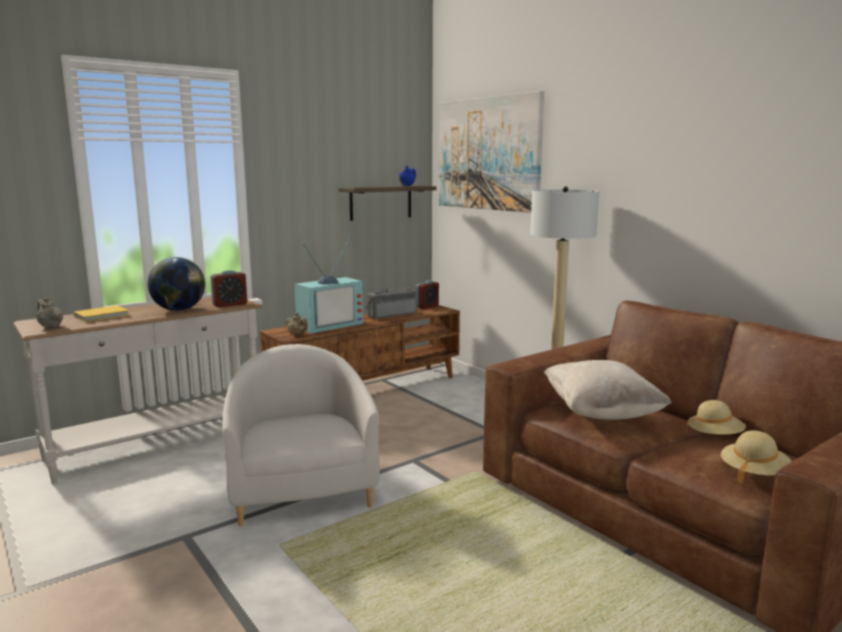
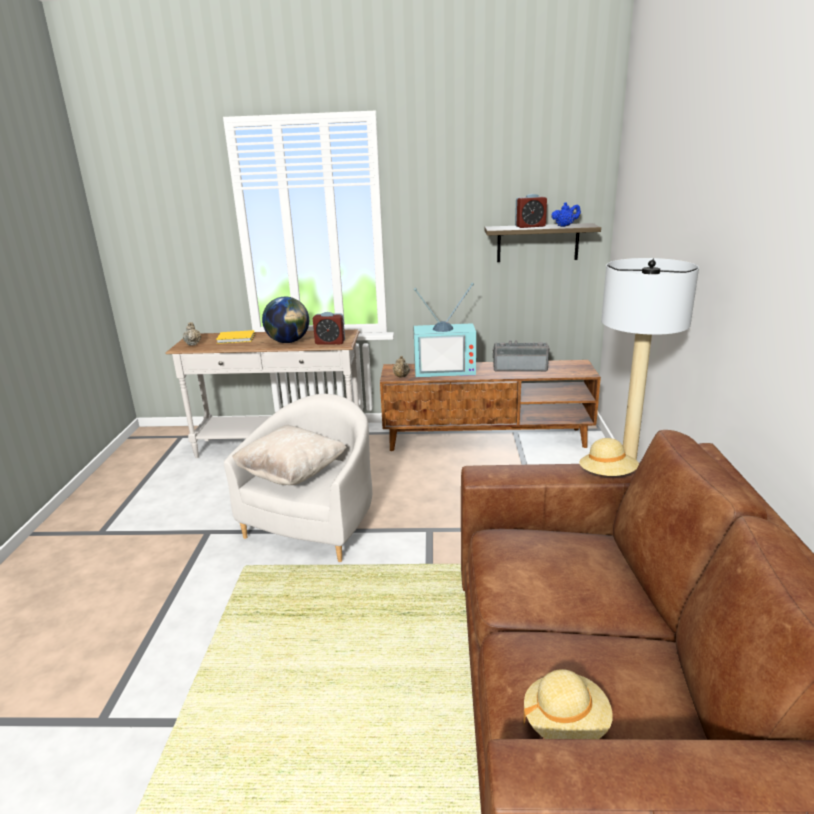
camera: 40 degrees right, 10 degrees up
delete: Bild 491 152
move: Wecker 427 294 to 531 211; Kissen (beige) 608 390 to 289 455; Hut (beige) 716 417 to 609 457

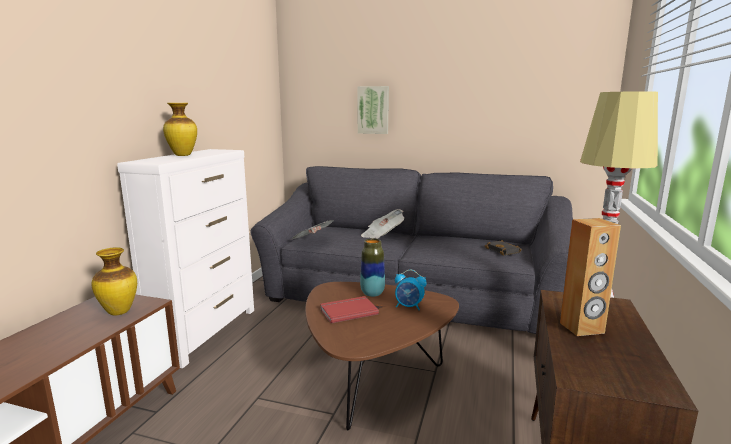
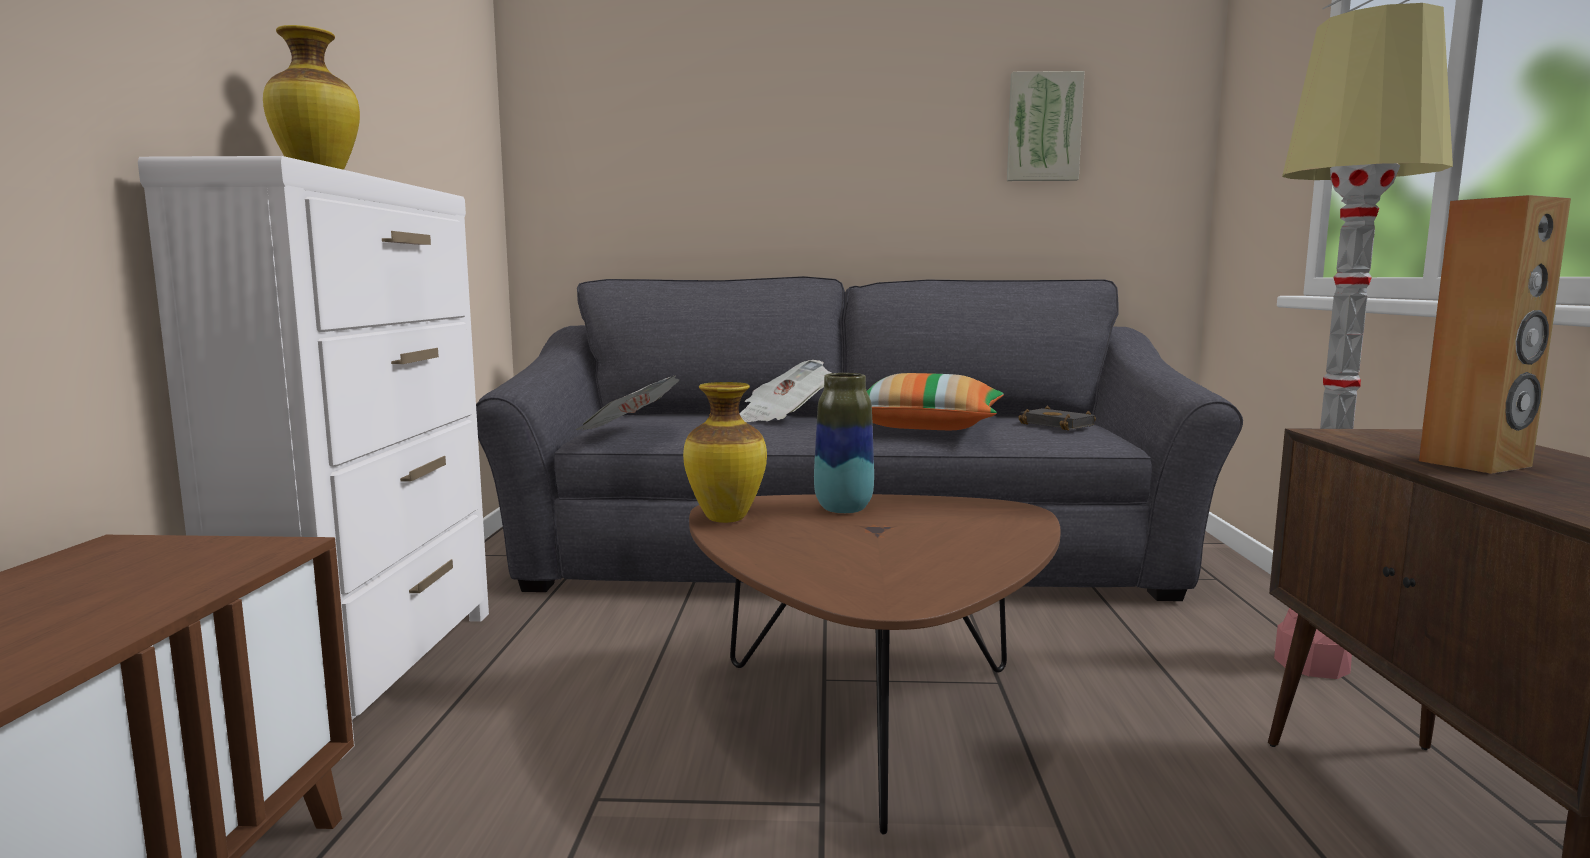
camera: 15 degrees left, 5 degrees down
delete: Wecker 411 290; Buch (rot) 349 309
insert: Kissen 935 401
move: Bild 373 110 to 1046 126; Vase 114 281 to 725 452

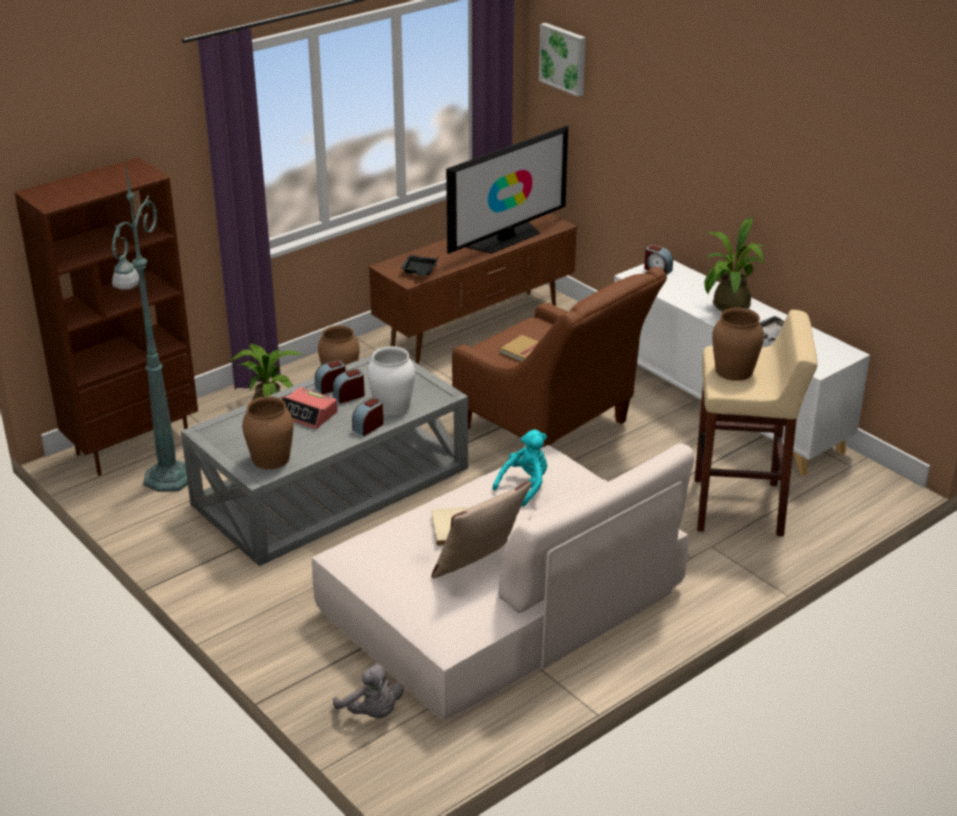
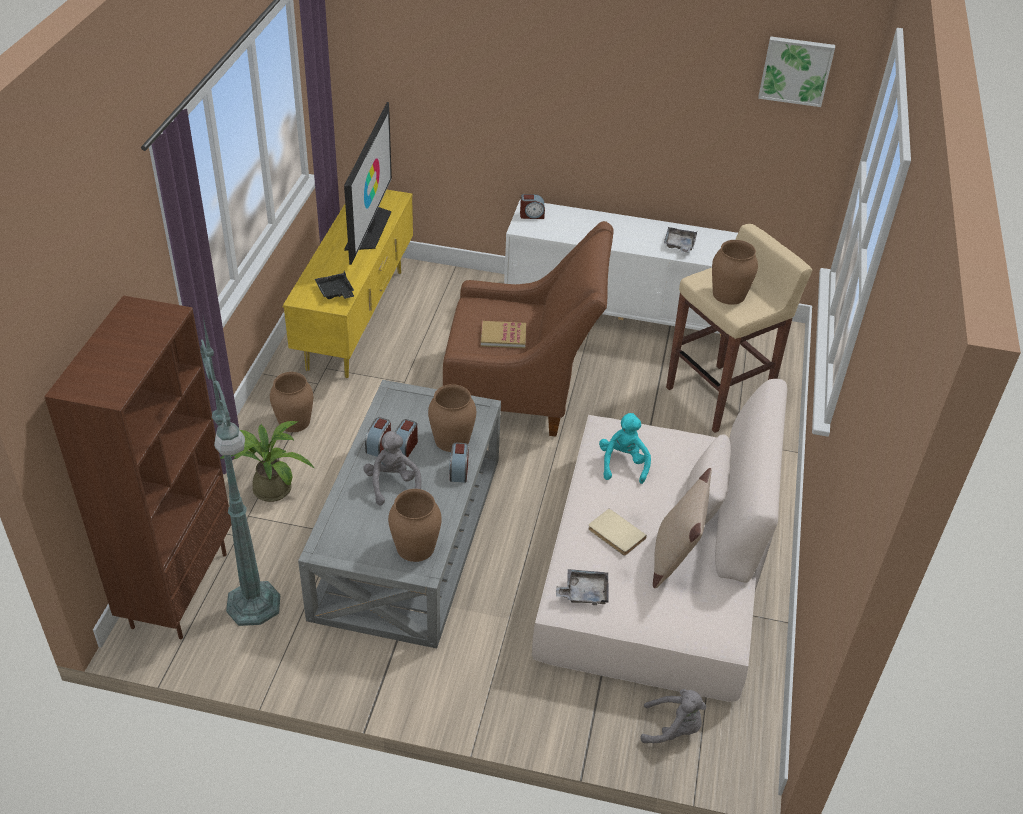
camera: 40 degrees left, 10 degrees up
delete: Topfpflanze 735 264
insert: Tablett (grau) 582 587
move: Bild 562 60 to 796 71
replace: Wecker 310 408 to Plüschtier (grau) 392 468
recolor: Fernsehschrank (braun) 472 288 to Fernsehschrank (gelb) 347 284; Vase (weiß) 391 380 to Vase (braun) 452 418

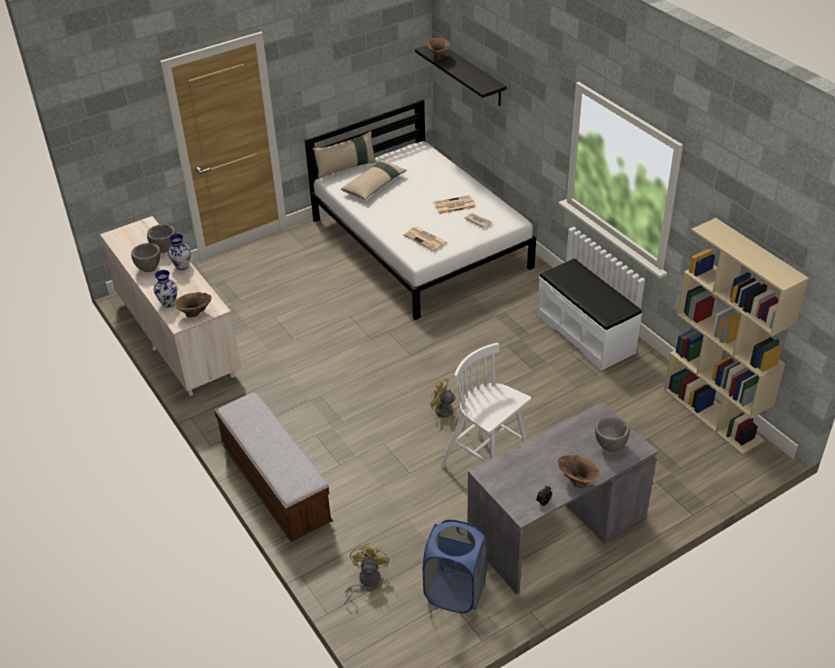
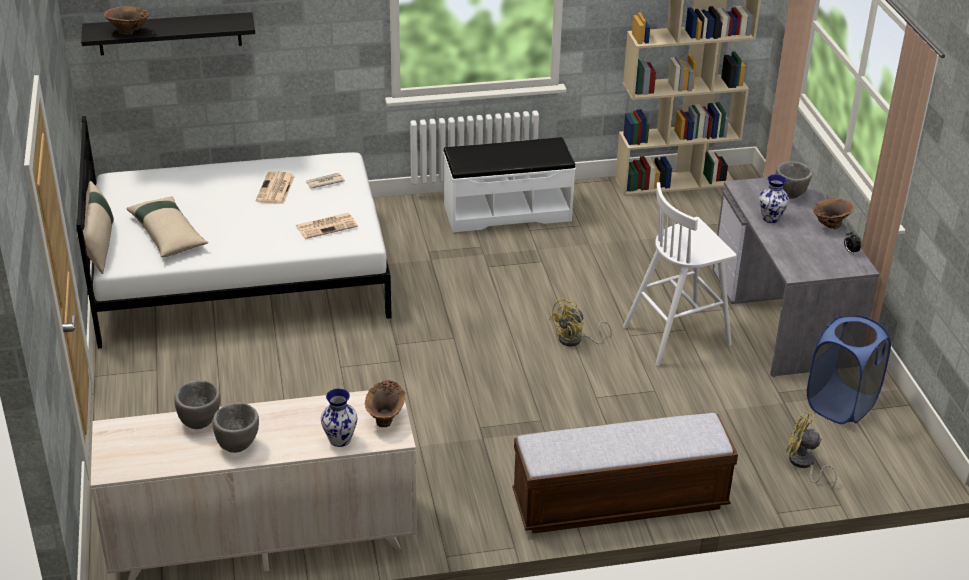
camera: 70 degrees left, 5 degrees down
move: Vase 179 252 to 774 198

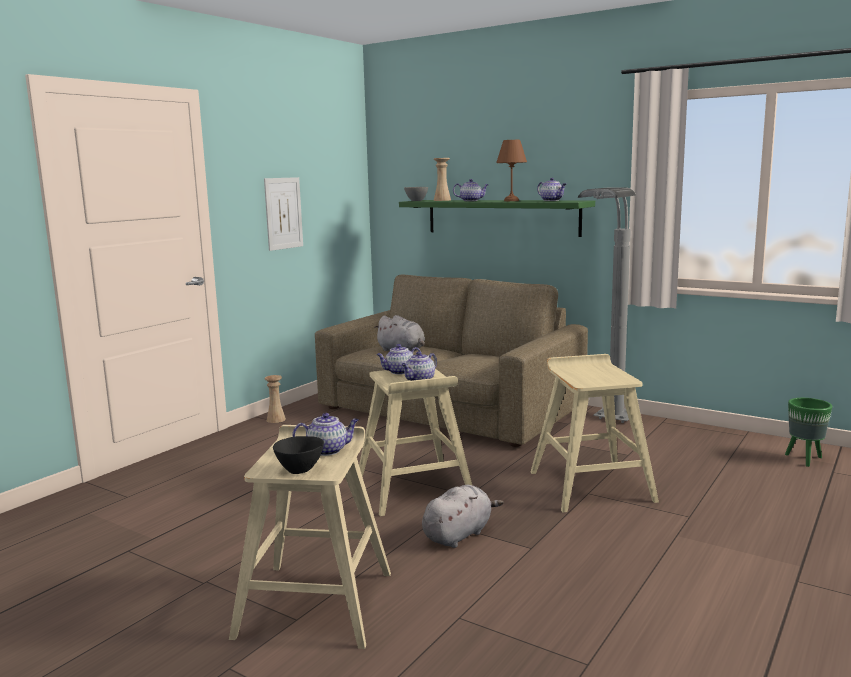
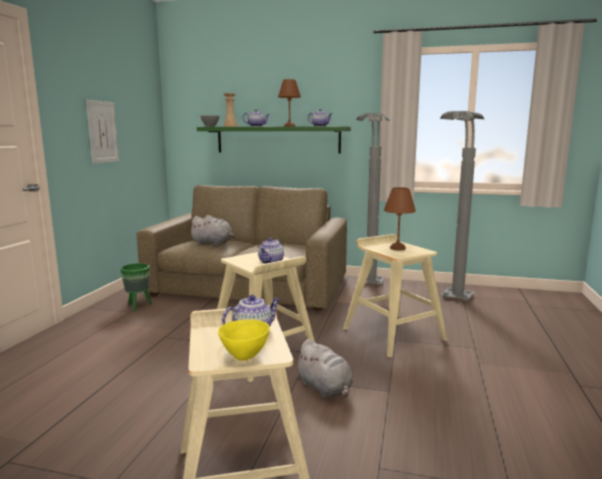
camera: 20 degrees left, 0 degrees up
delete: Teekanne 399 359; Vase (beige) 275 399
insert: Stehlampe (grau) 462 206; Tischlampe (braun) 400 218
move: Pflanzkübel (grün) 808 432 to 136 287
recolor: Schüssel (schwarz) 298 455 to Schüssel (gelb) 244 340
rotate: Plüschtier (grau) 463 516 = 324 368 120 degrees clockwise

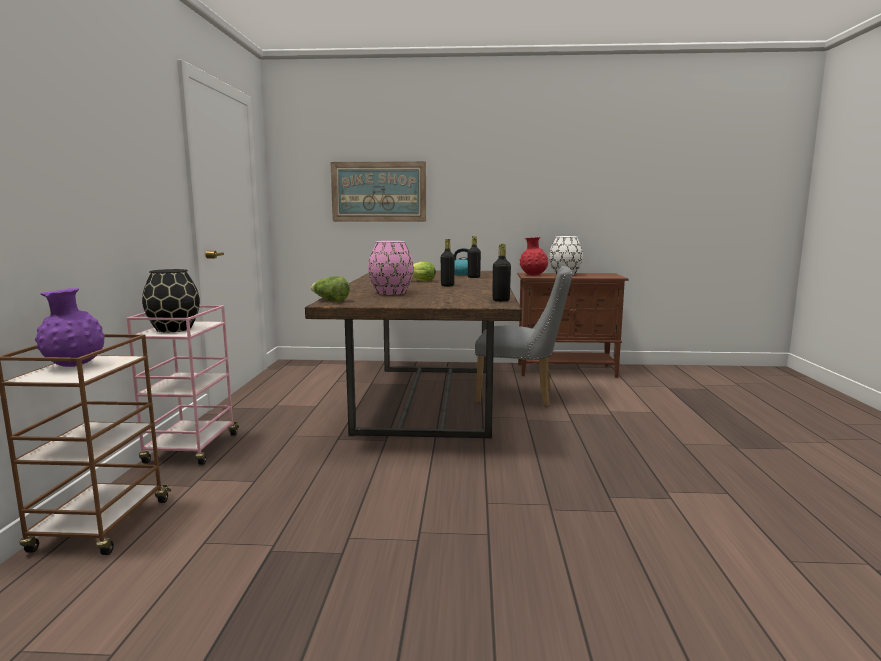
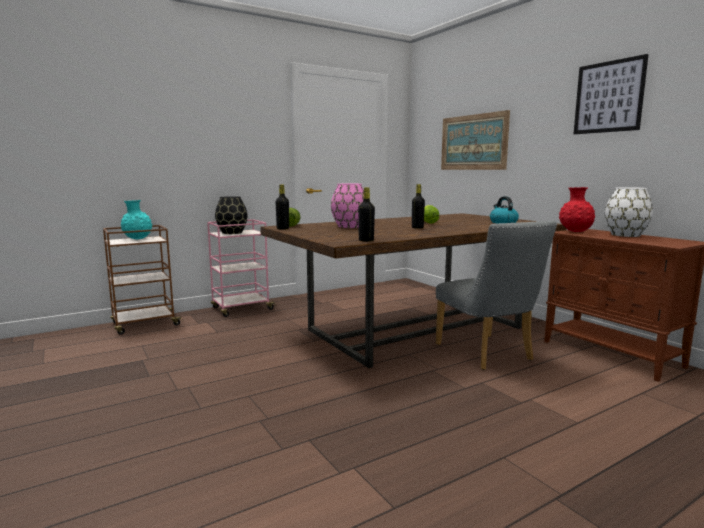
camera: 55 degrees right, 0 degrees up
insert: Bild 611 94
move: Flasche (schwarz) 474 257 to 282 207
recolor: Vase (lila) 70 327 to Vase (türkis) 136 219

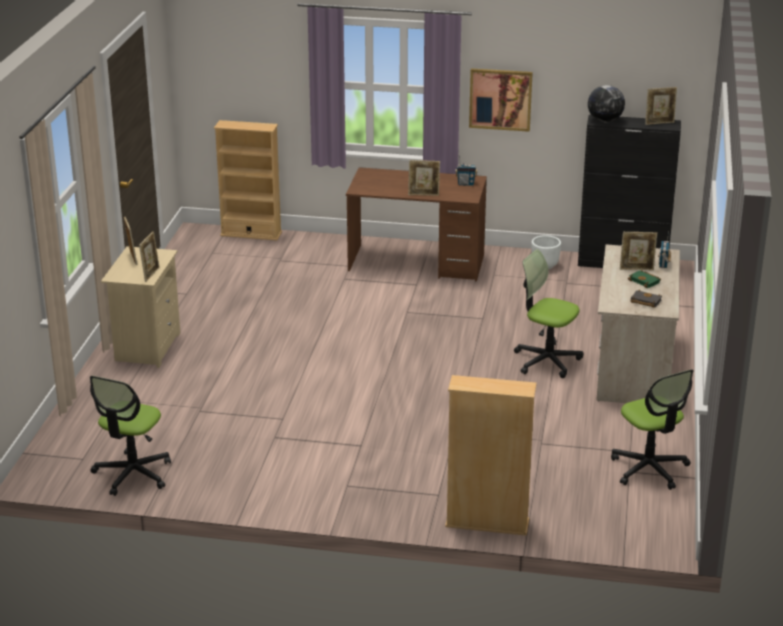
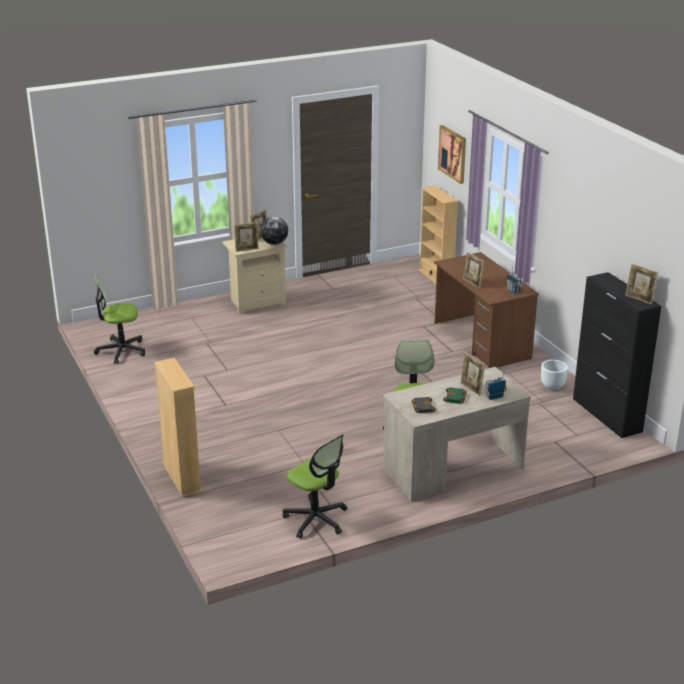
camera: 55 degrees right, 0 degrees up
move: Bild 501 100 to 452 154; Globus 606 103 to 274 231
rotate: Bürostuhl 652 429 = 315 486 75 degrees counterclockwise

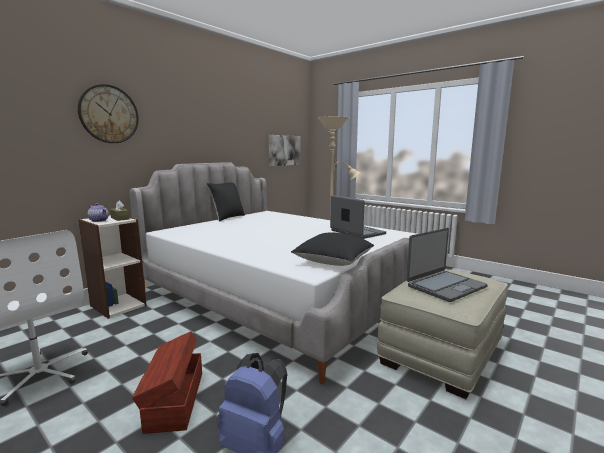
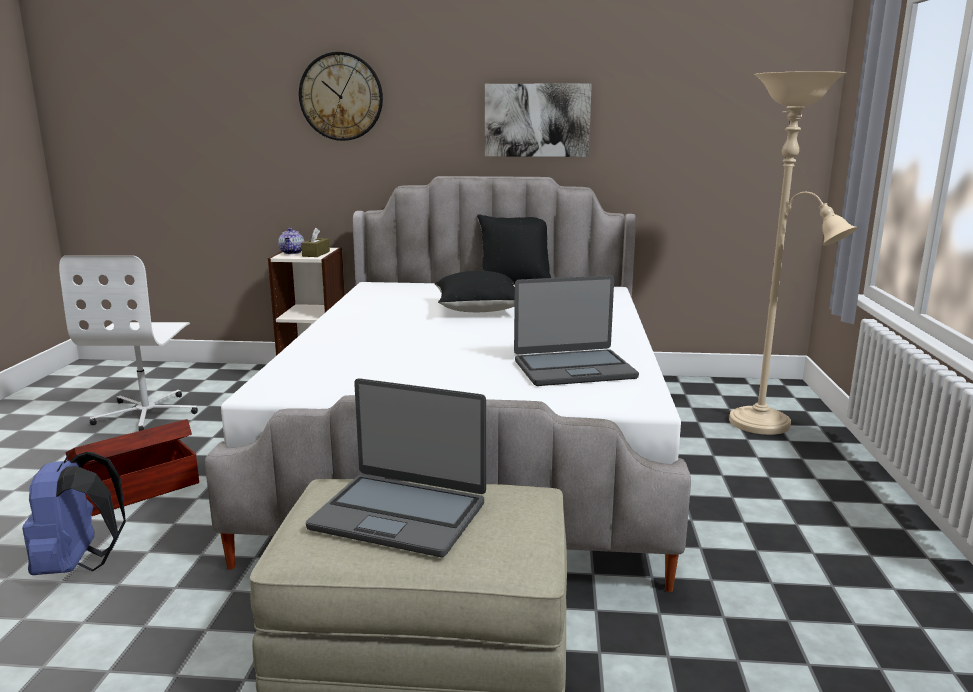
camera: 55 degrees right, 5 degrees up
move: Bild 284 150 to 538 120; Kissen (schwarz) 332 249 to 475 291
rotate: Laptop 358 217 = 576 330 60 degrees clockwise

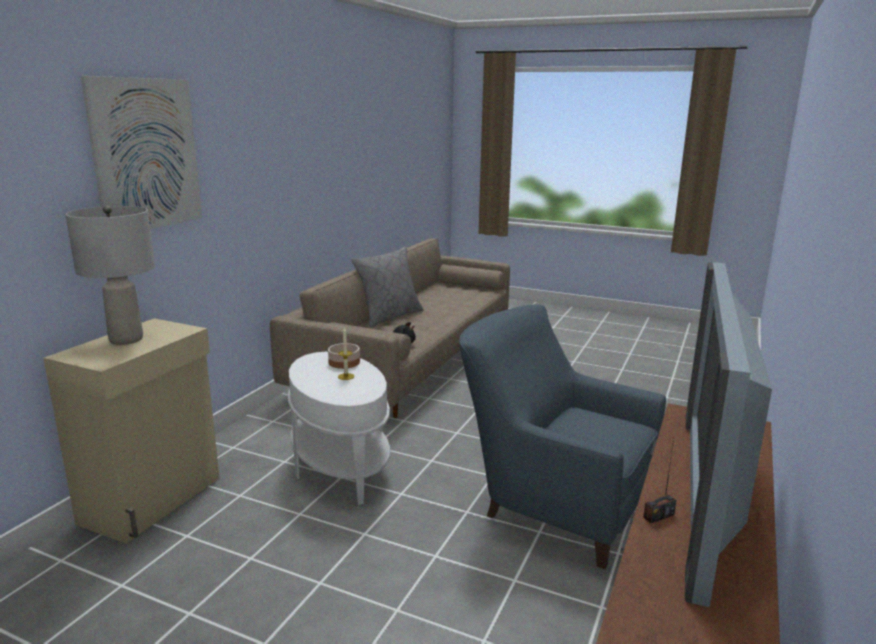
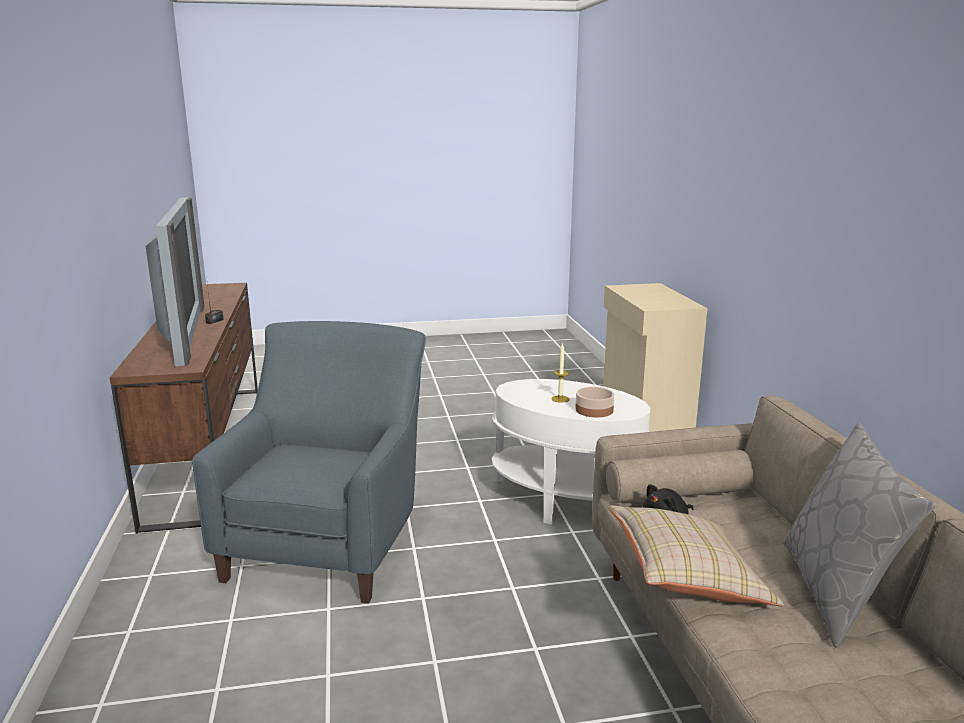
camera: 145 degrees right, 0 degrees up
delete: Bild 141 152; Tischlampe (grau) 110 275
insert: Kissen (beige) 696 555
rotate: Sessel (blau) 562 436 = 309 462 75 degrees counterclockwise

